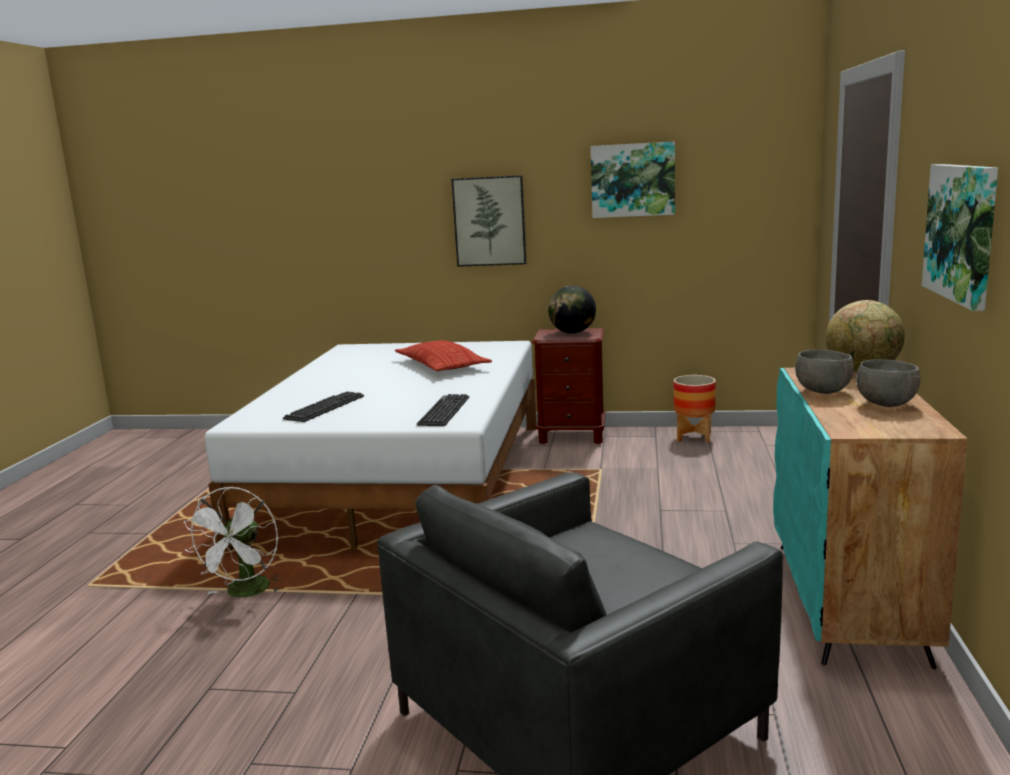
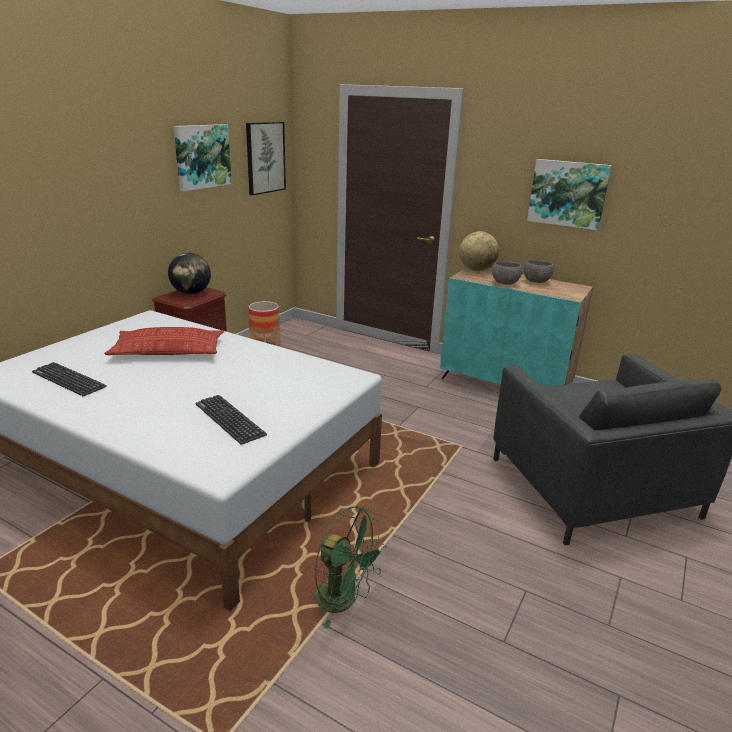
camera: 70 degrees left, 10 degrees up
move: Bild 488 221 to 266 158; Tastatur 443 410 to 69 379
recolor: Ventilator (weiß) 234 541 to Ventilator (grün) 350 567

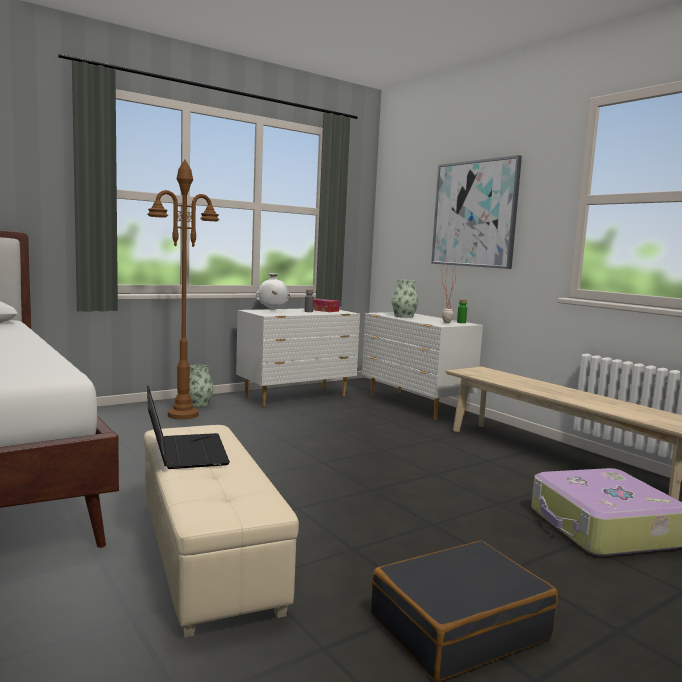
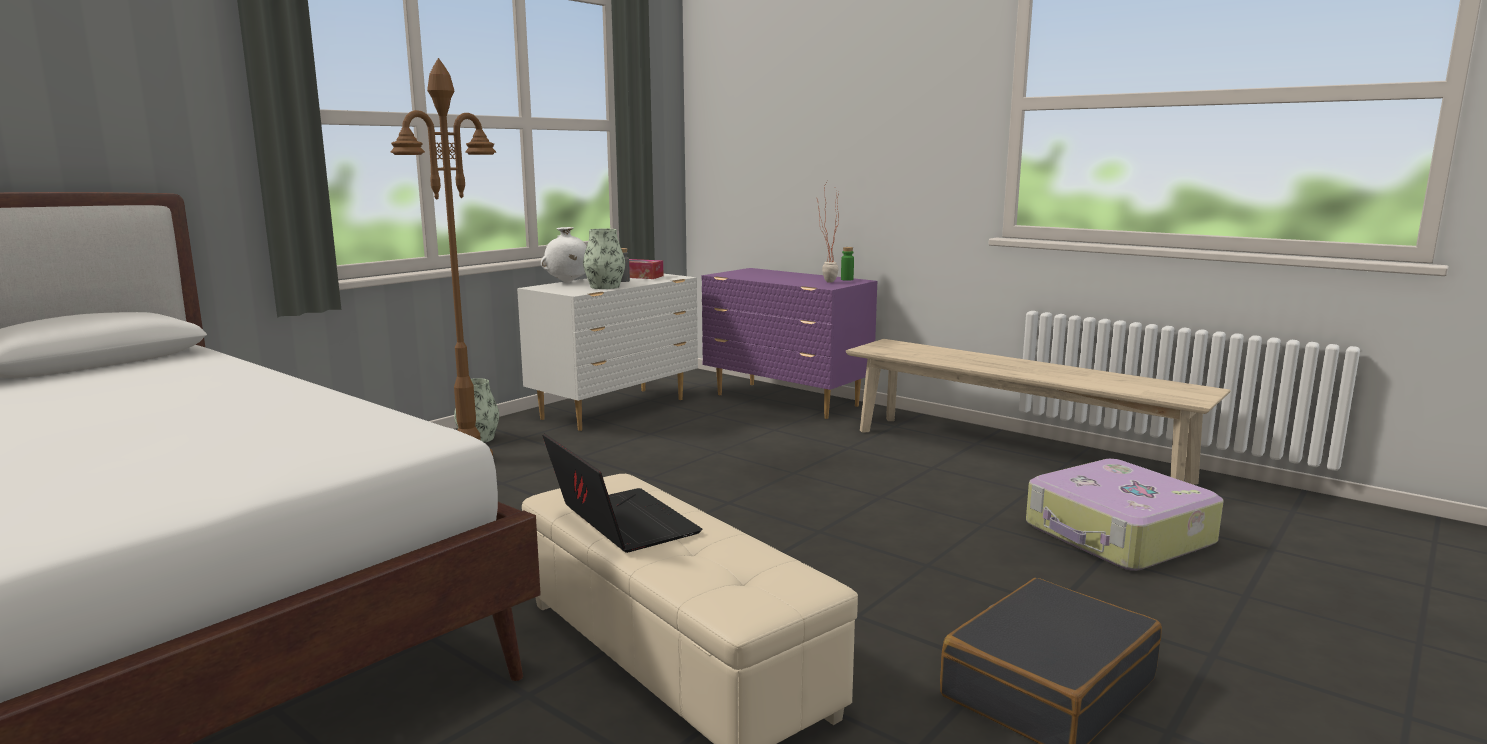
camera: 15 degrees left, 5 degrees up
delete: Bild 476 212
move: Vase 405 298 to 604 258
recolor: Kommode (weiß) 422 366 to Kommode (lila) 789 343

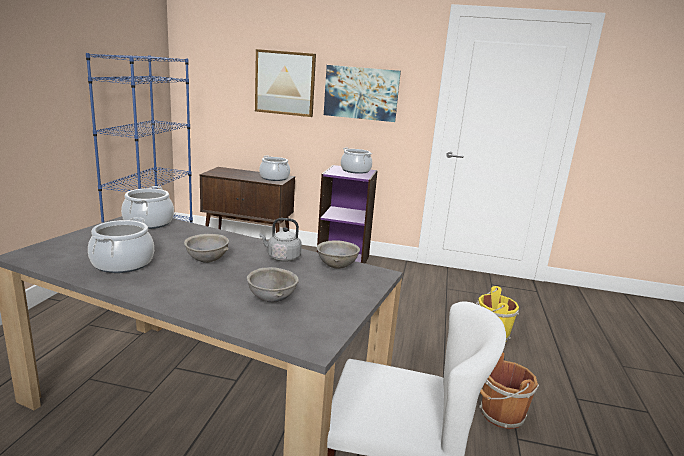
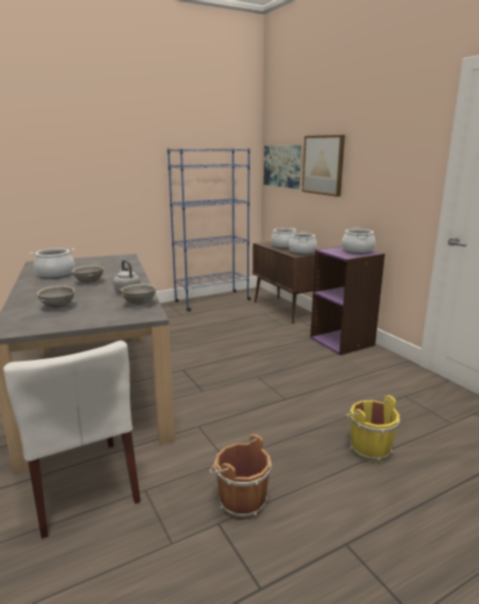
camera: 50 degrees right, 0 degrees up
move: Bild 362 93 to 282 167; Kochtopf 147 207 to 283 238

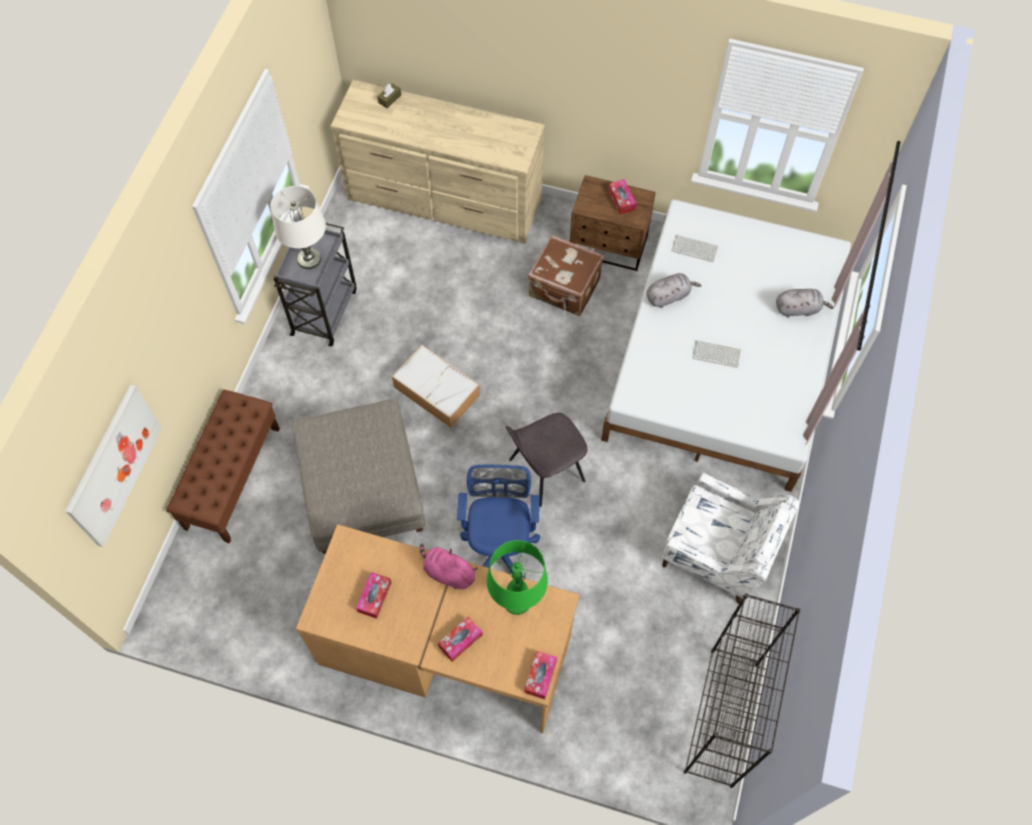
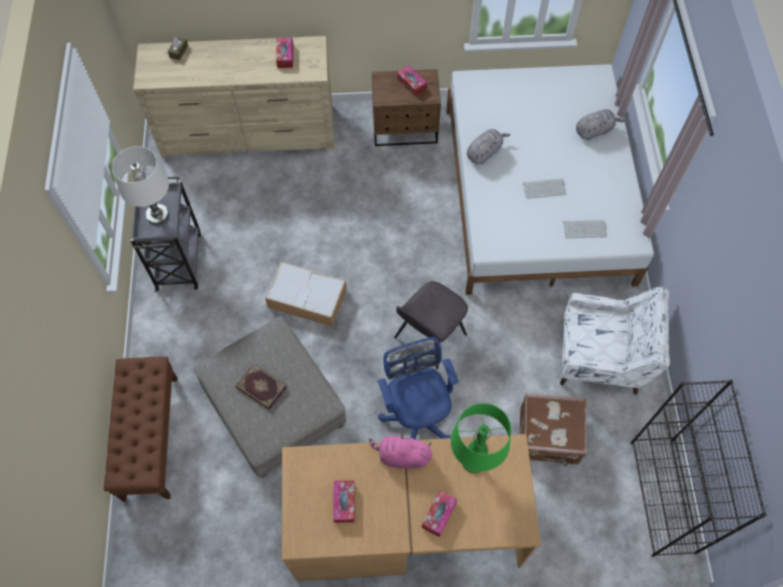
camera: 20 degrees left, 0 degrees up
delete: Bild 113 466
insert: Buch 261 387
move: Koffer (braun) 566 275 to 553 430; Tastatur 694 248 to 585 229; Taschentuchbox 540 675 to 284 53

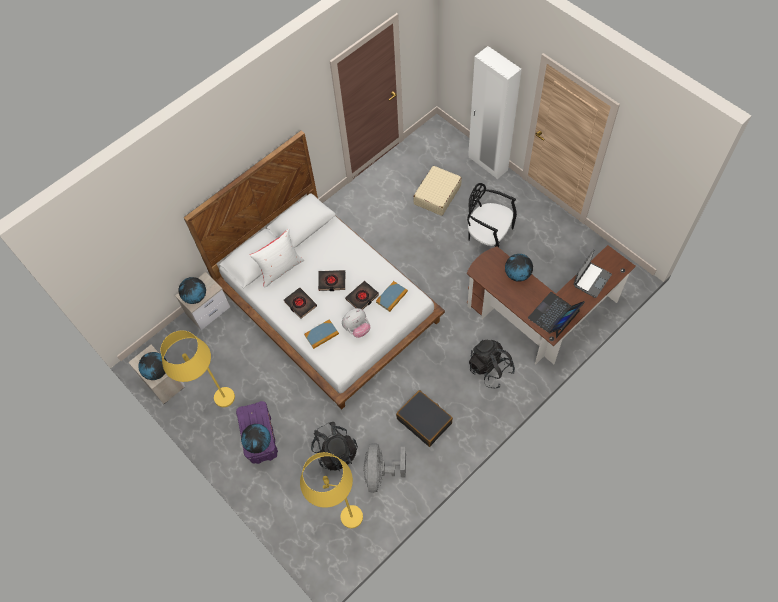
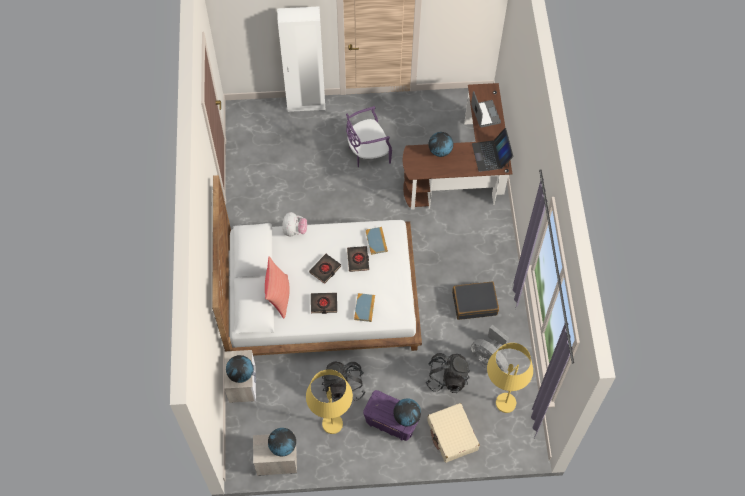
camera: 55 degrees left, 0 degrees up
move: Koffer (beige) 437 191 to 453 433; Plüschtier 356 323 to 294 224; Rucksack (schwarz) 492 364 to 344 381
recolor: Stuhl (schwarz) 492 215 to Stuhl (lila) 369 136; Kissen (weiß) 276 258 to Kissen (rot) 277 287

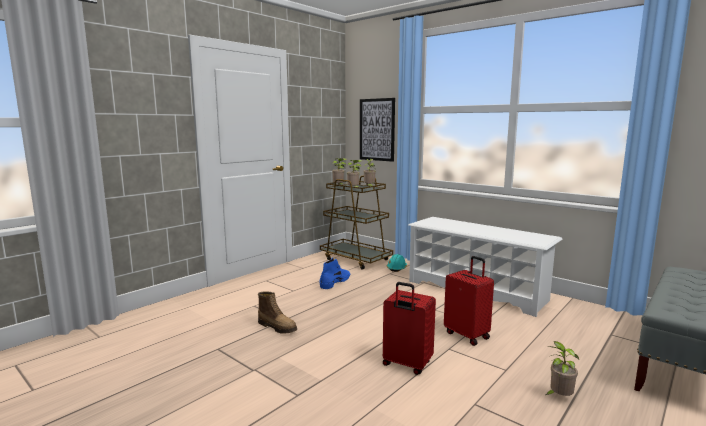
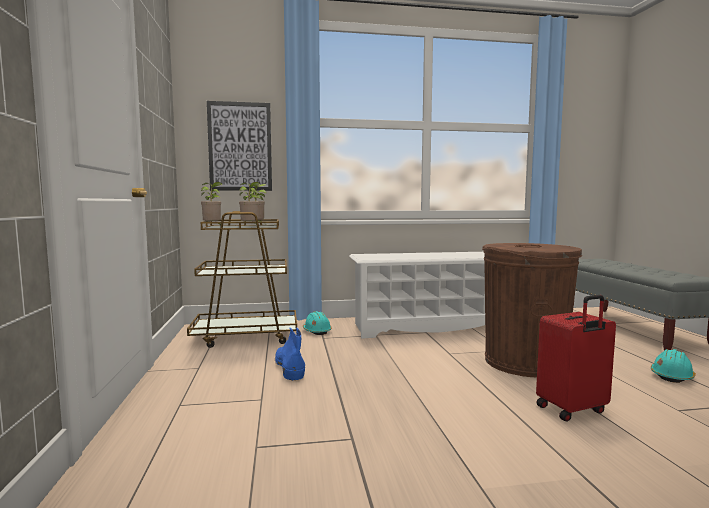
camera: 50 degrees left, 5 degrees down
delete: Stiefel 277 312
replace: Koffer (rot) 469 301 to Mülleimer (braun) 532 310; Topfpflanze 562 368 to Schutzhelm (türkis) 673 366

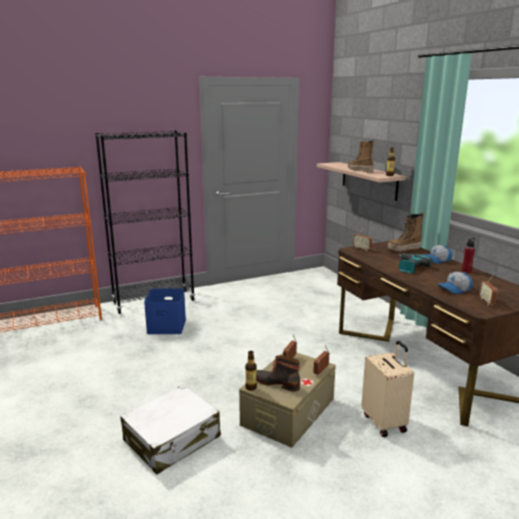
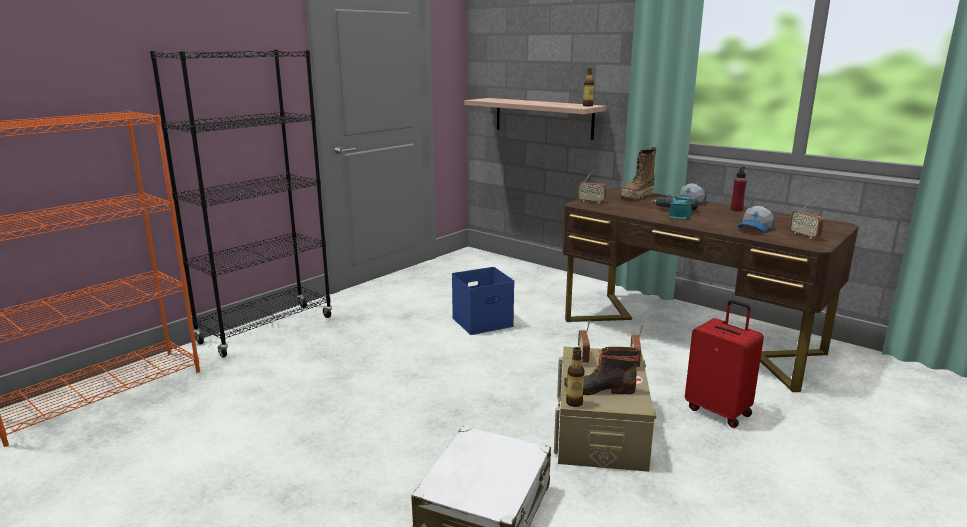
camera: 25 degrees left, 0 degrees up
delete: Stiefel 361 156
move: Aufbewahrungsbox (blau) 165 311 to 483 301
recolor: Koffer (beige) 388 389 to Koffer (rot) 724 363

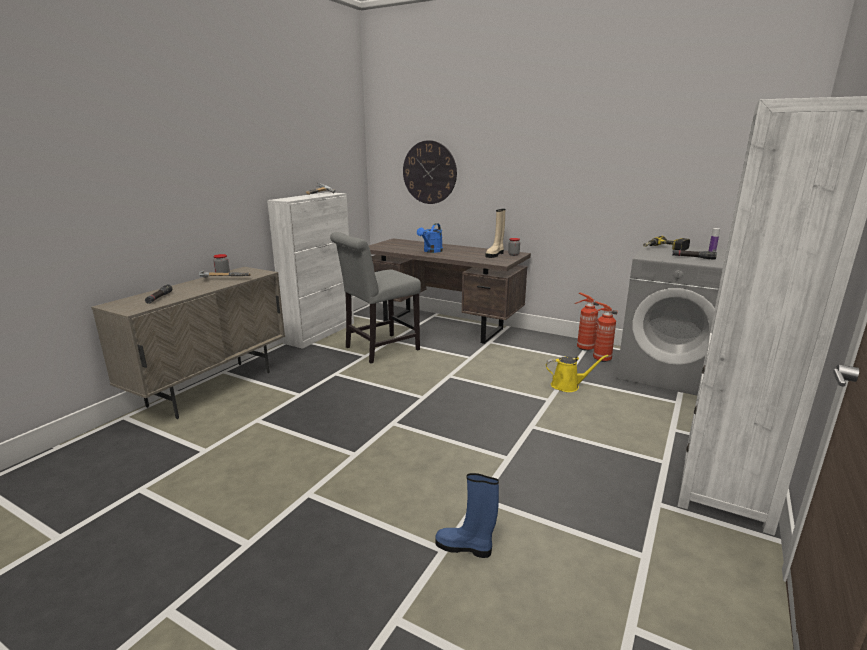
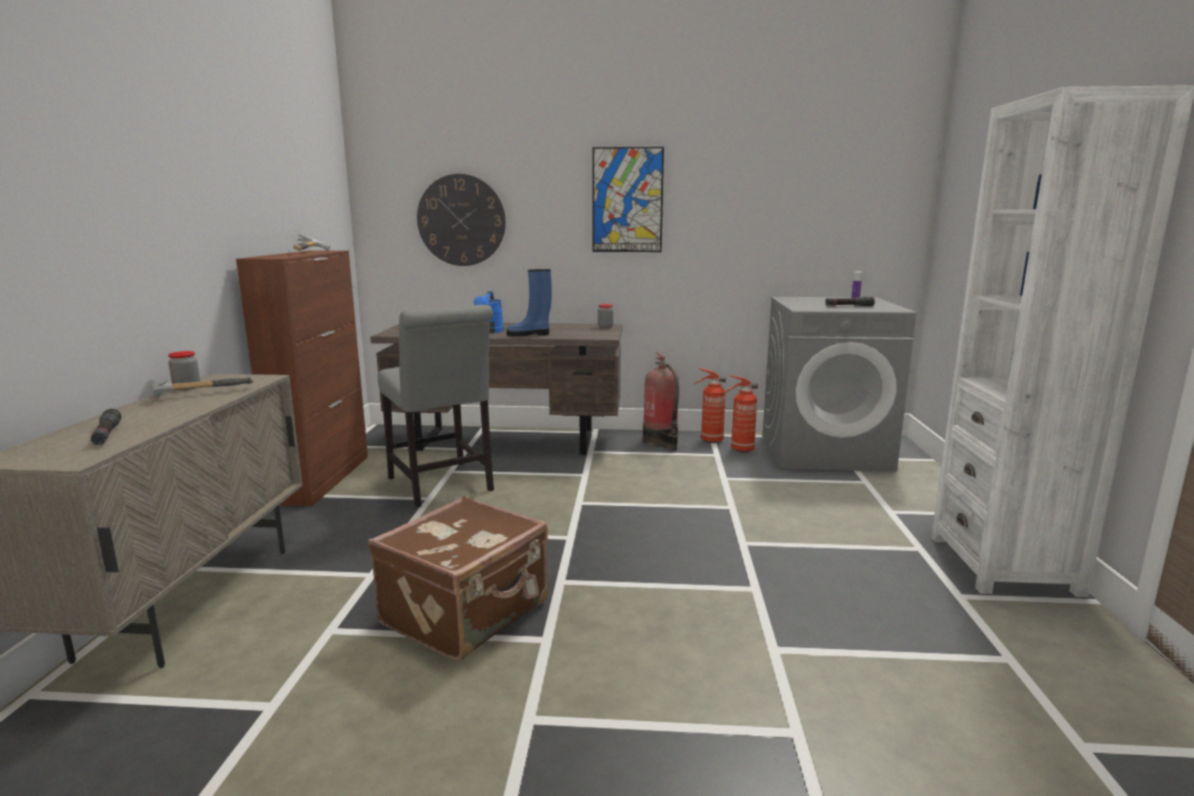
camera: 25 degrees left, 5 degrees down
delete: Stiefel (beige) 496 233; Bohrmaschine 666 243; Gießkanne (gelb) 577 373
insert: Bild 628 199; Feuerlöscher 661 401; Koffer (braun) 458 578
move: Stiefel (blau) 467 515 to 529 302
recolor: Schrank (weiß) 310 270 to Schrank (braun) 302 378
rotate: Stuhl (grau) 375 298 = 436 406 60 degrees counterclockwise

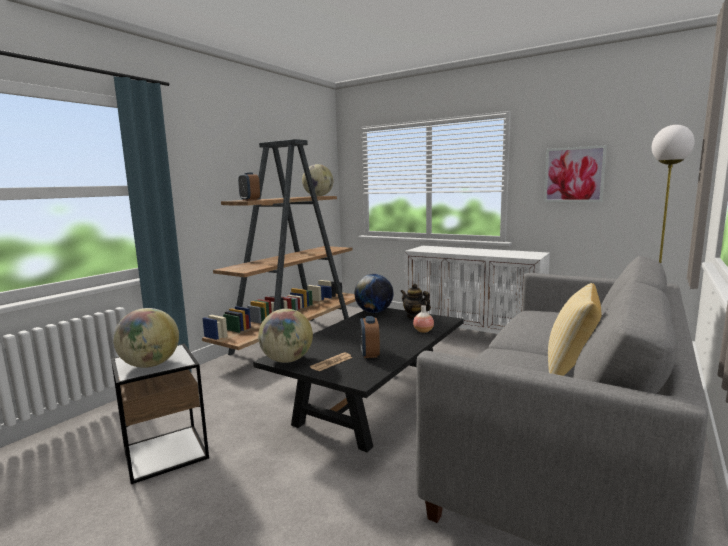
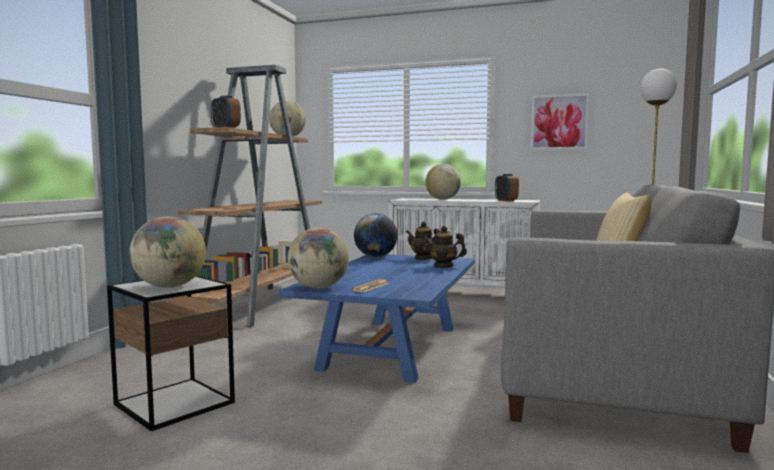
camera: 15 degrees left, 5 degrees down
insert: Globus 443 182
move: Wecker 370 337 to 507 187
replace: Vase 423 319 to Teekanne 445 247
recolor: Couchtisch (schwarz) 358 380 to Couchtisch (blau) 377 318

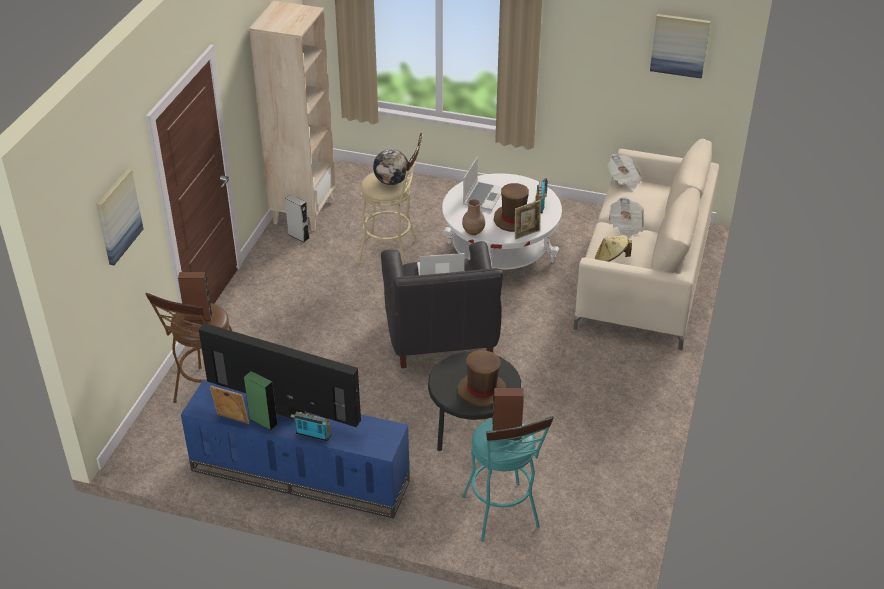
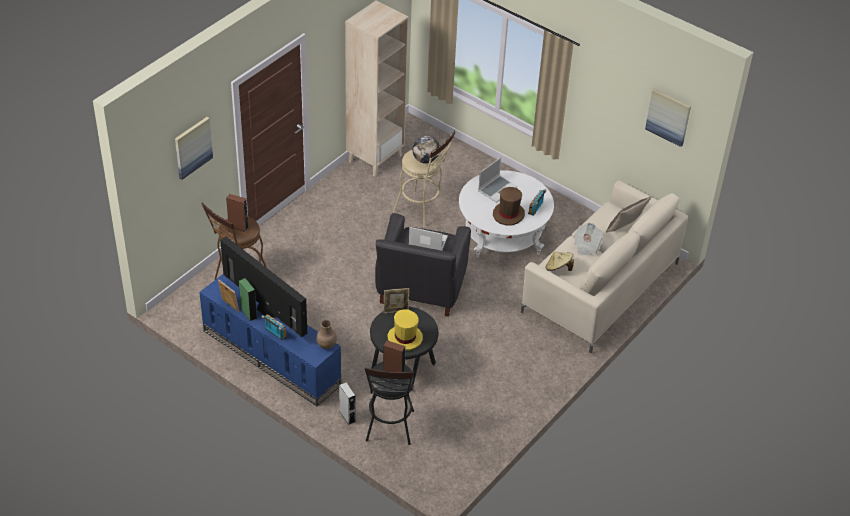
camera: 20 degrees right, 5 degrees up
delete: Zeitung 625 172
insert: Kissen 628 214
move: Lautsprecher (grau) 297 218 to 347 403; Vase (braun) 473 217 to 326 334; Bilderrahmen 528 220 to 396 300
recolor: Hut (braun) 481 378 to Hut (gelb) 405 330; Hocker (türkis) 508 478 to Hocker (schwarz) 389 403

